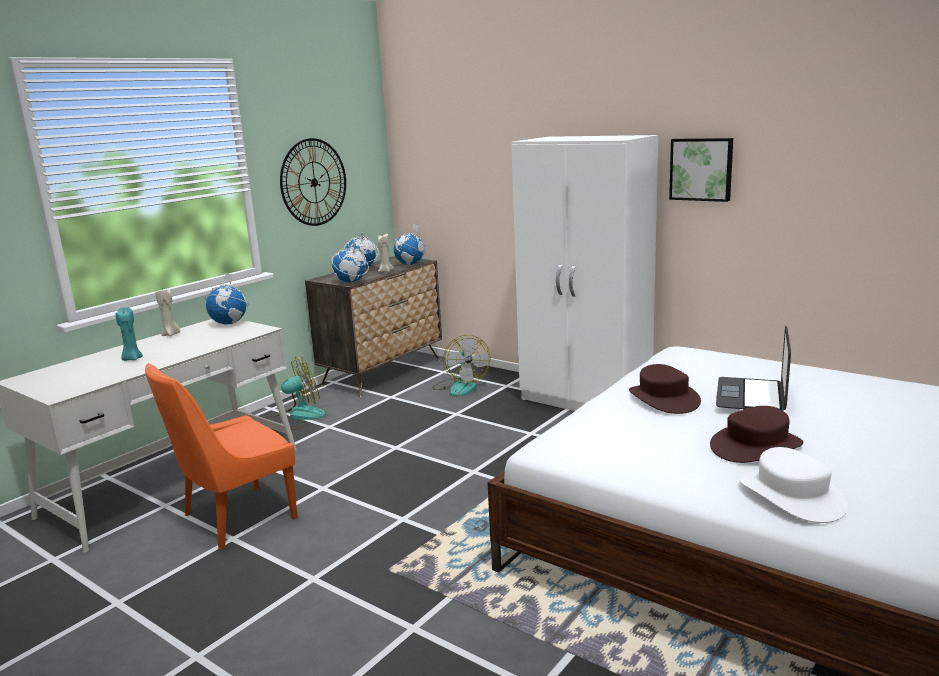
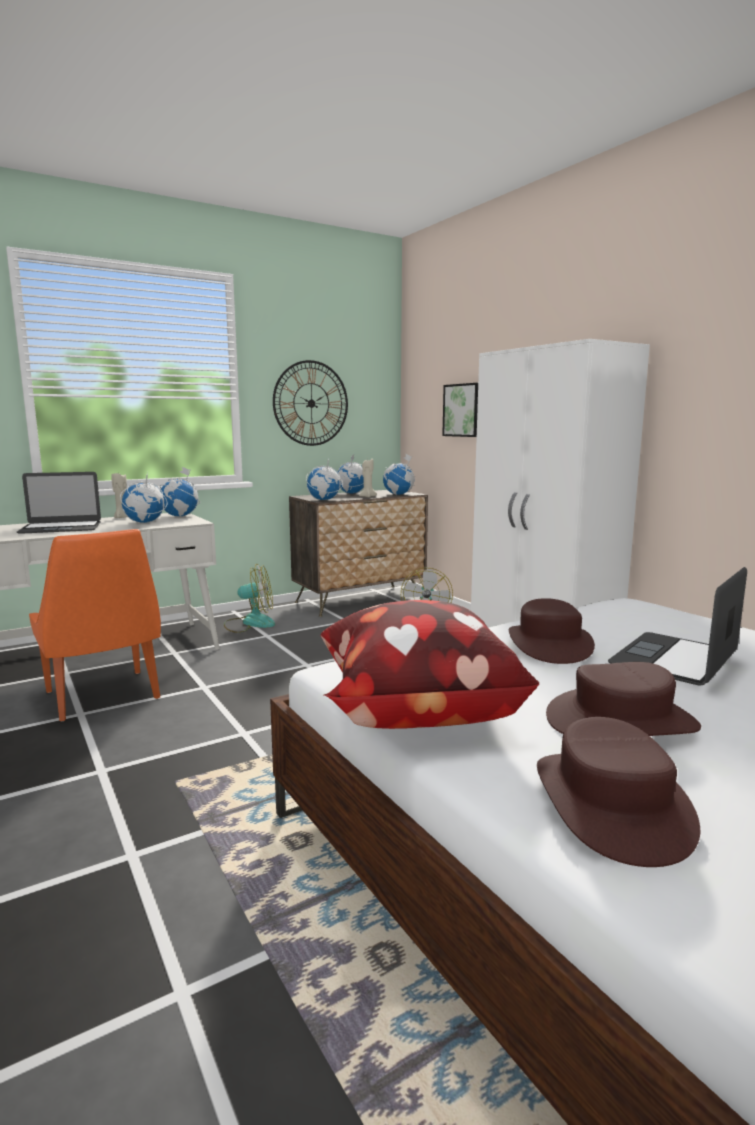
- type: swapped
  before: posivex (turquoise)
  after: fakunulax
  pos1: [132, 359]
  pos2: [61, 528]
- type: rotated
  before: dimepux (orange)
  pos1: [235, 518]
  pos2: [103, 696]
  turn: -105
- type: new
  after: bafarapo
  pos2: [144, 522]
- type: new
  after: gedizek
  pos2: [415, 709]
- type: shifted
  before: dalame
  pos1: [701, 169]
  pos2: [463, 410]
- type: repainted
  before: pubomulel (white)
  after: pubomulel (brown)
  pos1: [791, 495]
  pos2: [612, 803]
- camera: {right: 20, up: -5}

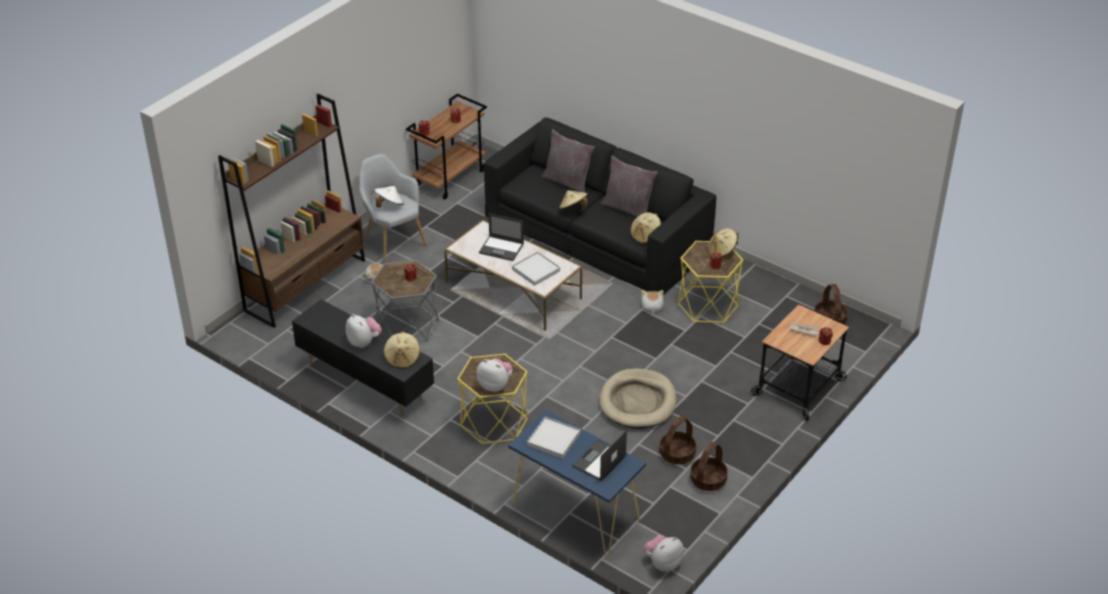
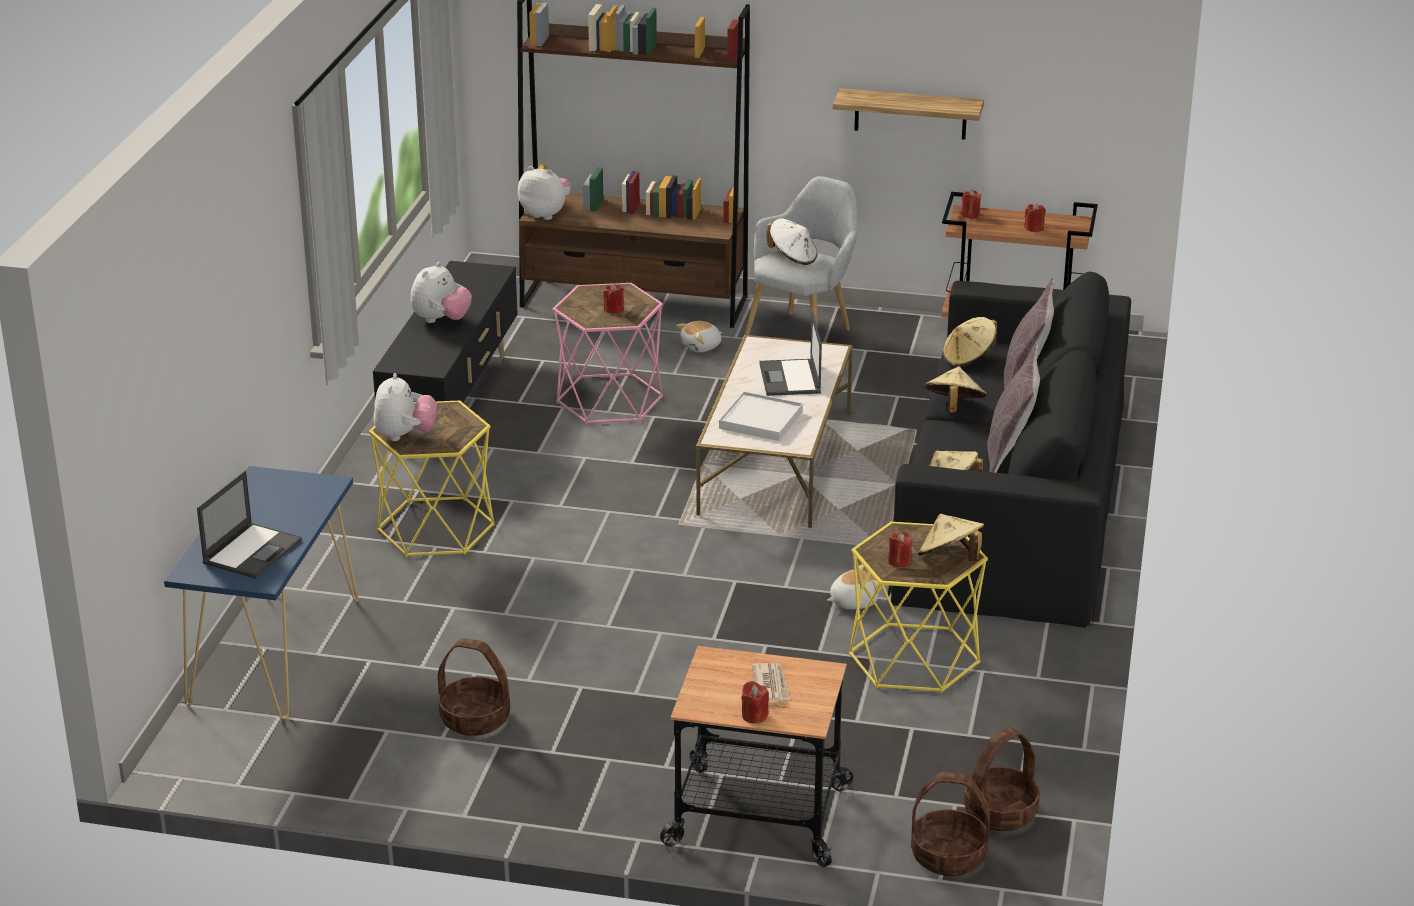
- type: rotated
  before: fakunulax
  pos1: [599, 461]
  pos2: [253, 551]
  turn: 105
- type: shifted
  before: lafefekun
  pos1: [663, 563]
  pos2: [546, 214]
- type: repainted
  before: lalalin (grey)
  after: lalalin (pink)
  pos1: [407, 325]
  pos2: [610, 400]
- type: new
  after: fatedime
  pos2: [910, 114]
- type: shifted
  before: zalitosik
  pos1: [708, 480]
  pos2: [948, 856]
- type: shifted
  before: pubomulel (beige)
  pos1: [402, 359]
  pos2: [968, 358]
- type: gone
  before: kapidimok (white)
  pos1: [553, 439]
- type: gone
  before: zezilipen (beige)
  pos1: [638, 402]
- camera: {right: 65, up: -10}

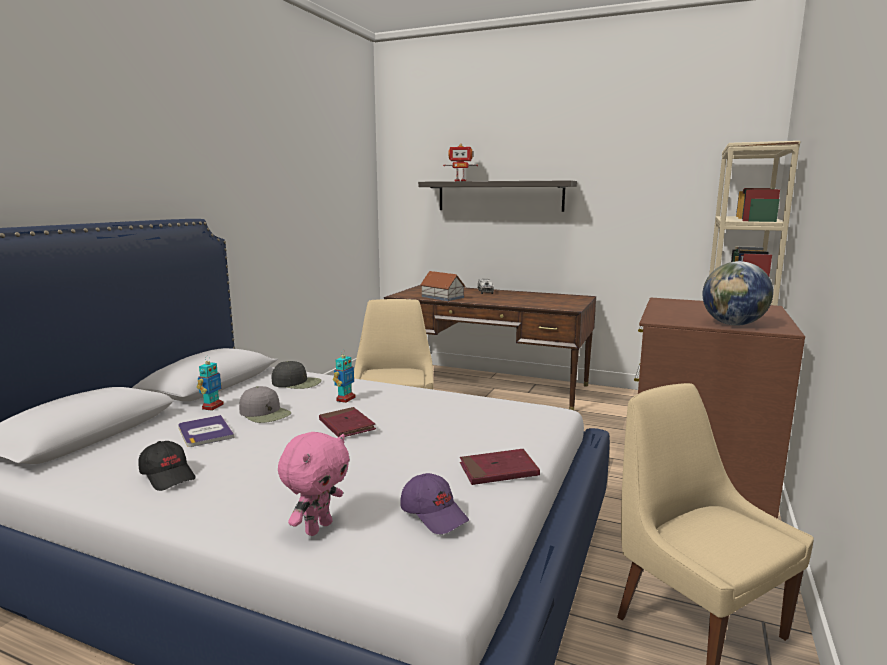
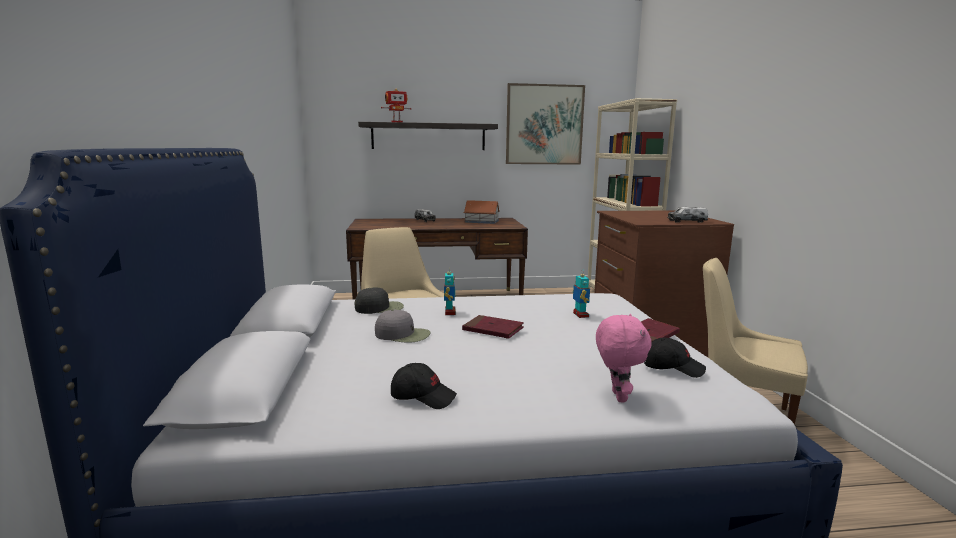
- type: shifted
  before: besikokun
  pos1: [442, 297]
  pos2: [482, 221]
- type: new
  after: dalame
  pos2: [544, 125]
- type: shifted
  before: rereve
  pos1: [212, 407]
  pos2: [580, 315]
- type: repainted
  before: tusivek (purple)
  after: tusivek (black)
  pos1: [434, 514]
  pos2: [672, 367]
- type: swapped
  before: bafarapo
  after: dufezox
  pos1: [733, 324]
  pos2: [687, 221]
- type: gone
  before: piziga
  pos1: [205, 432]
- camera: {right: -30, up: 0}

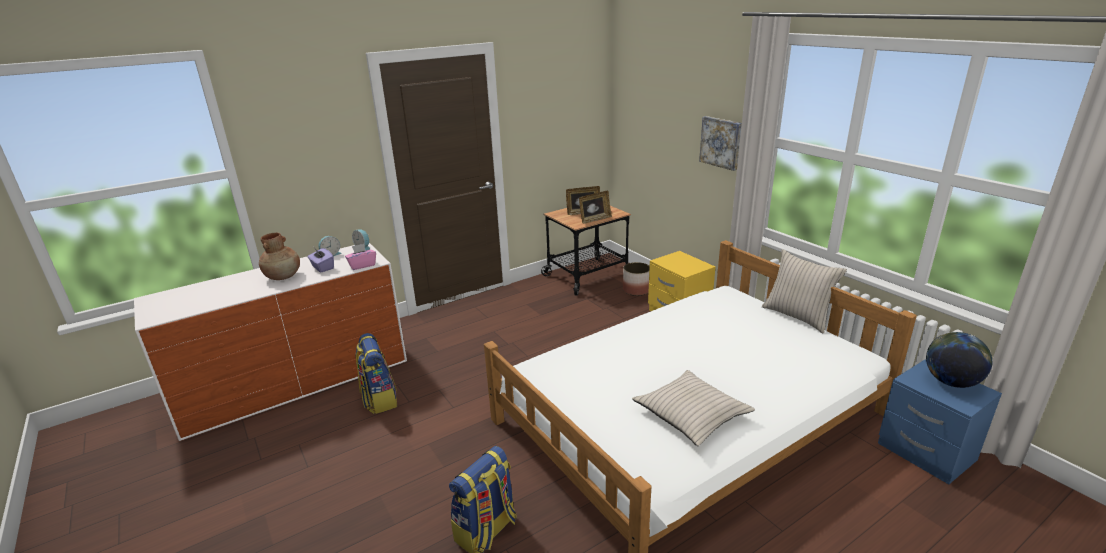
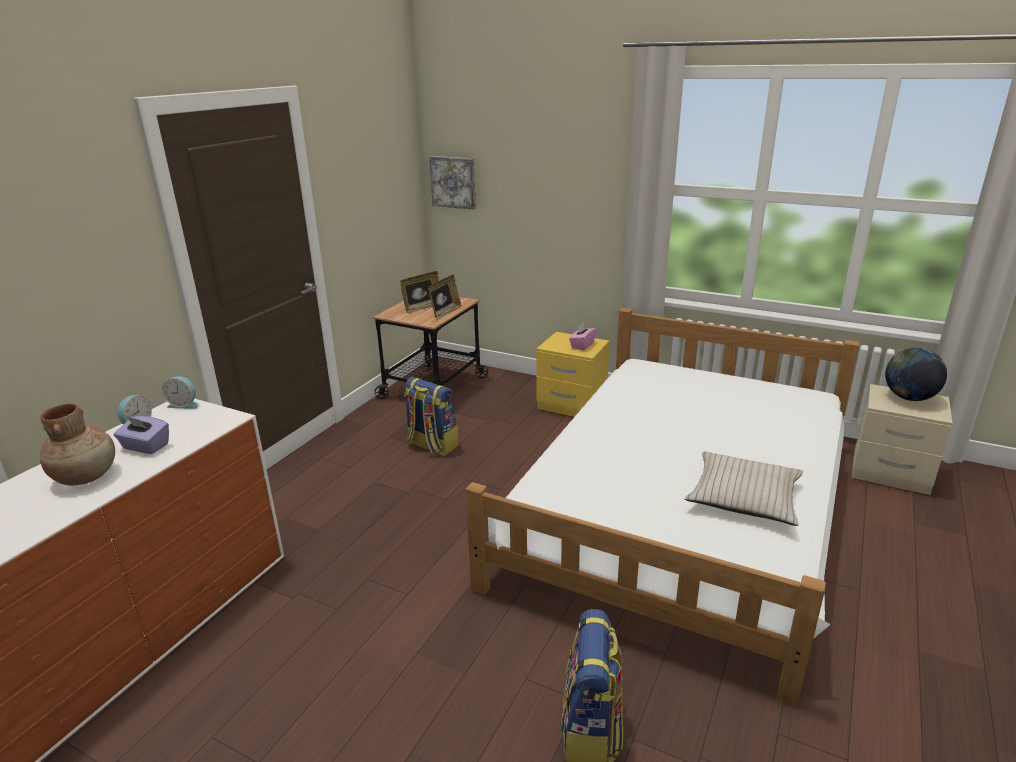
- type: shifted
  before: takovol
  pos1: [379, 399]
  pos2: [431, 445]
- type: shifted
  before: dalame
  pos1: [721, 142]
  pos2: [454, 182]
- type: shifted
  before: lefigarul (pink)
  pos1: [362, 265]
  pos2: [582, 345]
- type: repainted
  before: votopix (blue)
  after: votopix (beige)
  pos1: [925, 452]
  pos2: [890, 473]
- type: gone
  before: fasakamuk
  pos1: [636, 290]
- type: gone
  before: gedizek (beige)
  pos1: [797, 316]
- camera: {right: -30, up: 0}

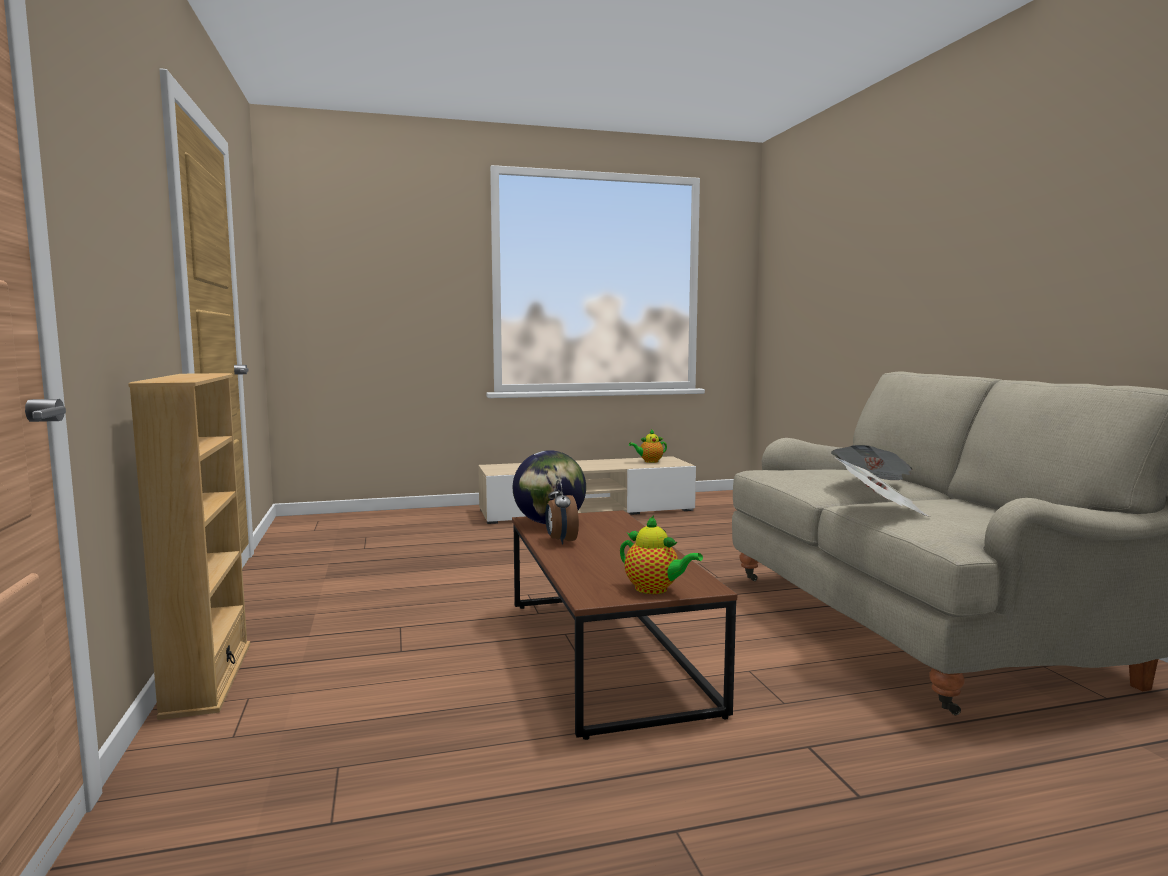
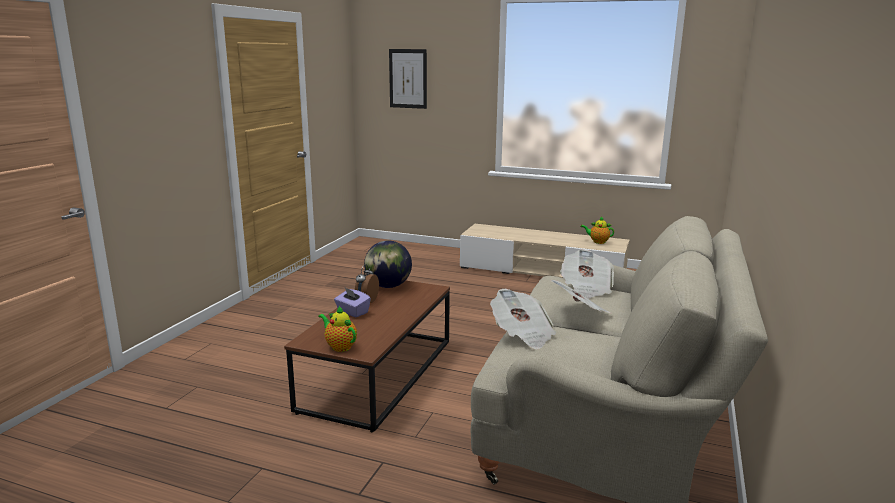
- type: rotated
  before: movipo
  pos1: [655, 589]
  pos2: [339, 346]
  turn: 150
- type: new
  after: lefigarul (purple)
  pos2: [352, 312]
- type: new
  after: dalame
  pos2: [408, 78]
- type: new
  after: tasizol
  pos2: [586, 288]
- type: gone
  before: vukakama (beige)
  pos1: [208, 678]
- camera: {right: 35, up: 10}

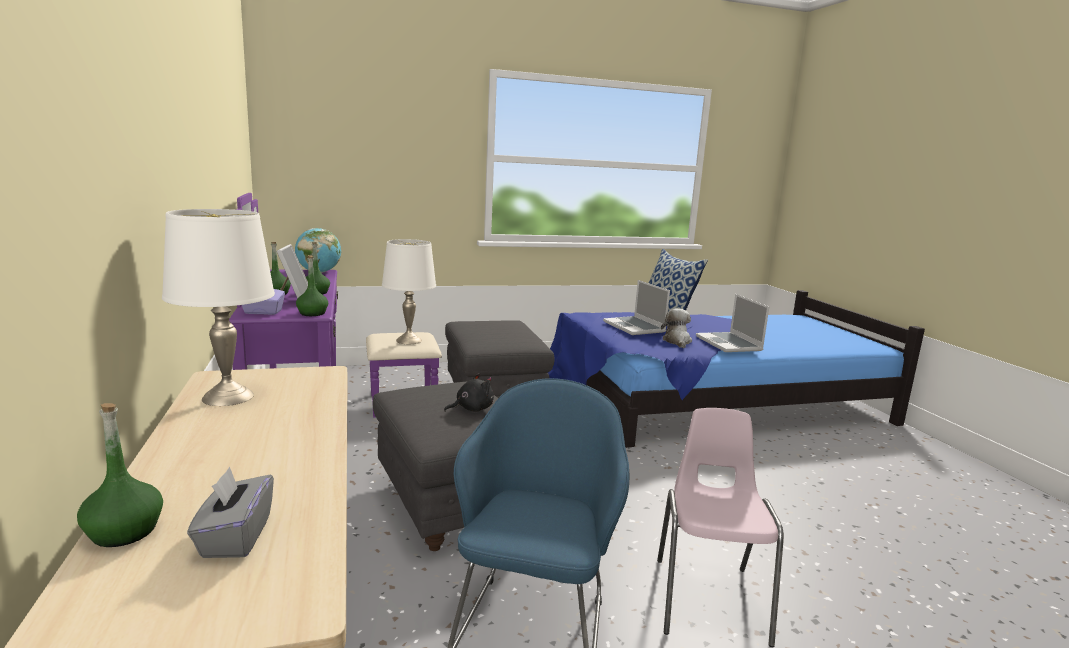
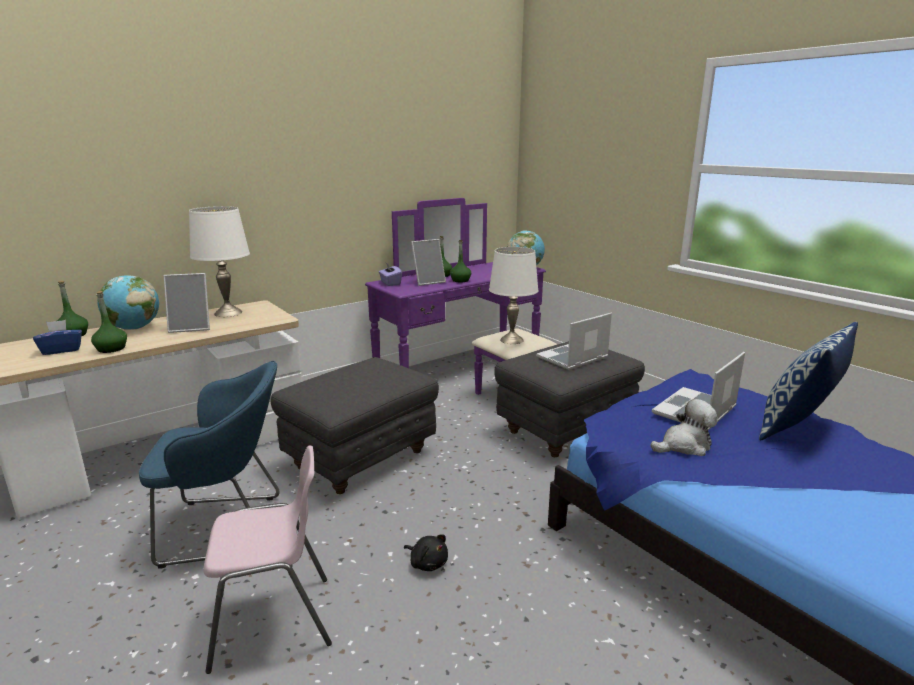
- type: repainted
  before: lefigarul (grey)
  after: lefigarul (blue)
  pos1: [235, 537]
  pos2: [62, 350]
- type: shifted
  before: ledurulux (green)
  pos1: [312, 313]
  pos2: [111, 349]
- type: new
  after: bafarapo
  pos2: [133, 328]
- type: new
  after: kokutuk
  pos2: [192, 327]
- type: shifted
  before: lafefekun (black)
  pos1: [471, 409]
  pos2: [427, 563]
- type: shifted
  before: fakunulax
  pos1: [729, 344]
  pos2: [572, 358]
- camera: {right: 70, up: 5}

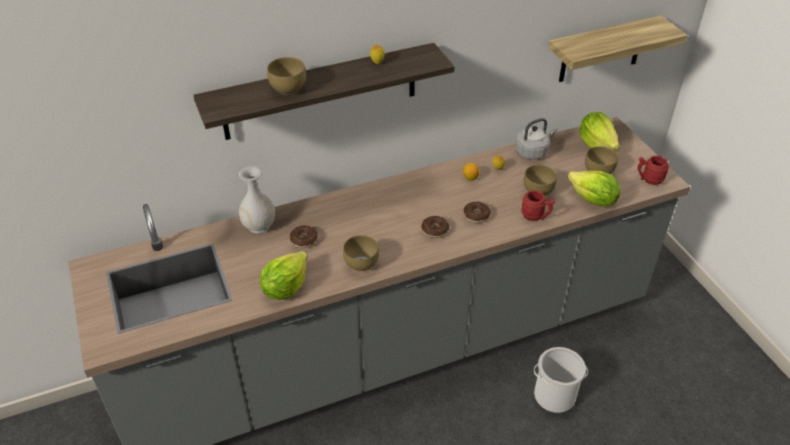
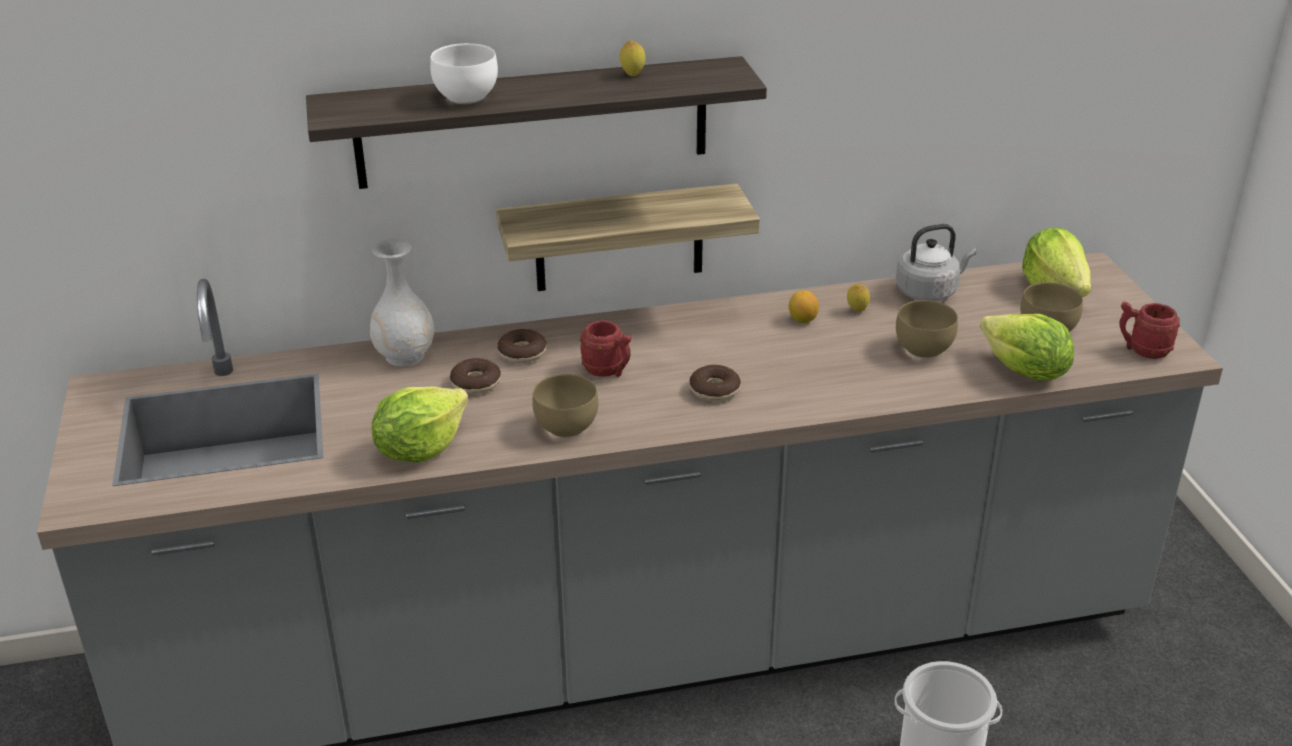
- type: repainted
  before: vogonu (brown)
  after: vogonu (white)
  pos1: [287, 88]
  pos2: [464, 97]
- type: shifted
  before: fatedime
  pos1: [601, 50]
  pos2: [619, 238]
- type: shifted
  before: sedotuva
  pos1: [476, 215]
  pos2: [522, 353]
- type: shifted
  before: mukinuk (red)
  pos1: [536, 216]
  pos2: [608, 371]
- camera: {right: 10, up: -10}

